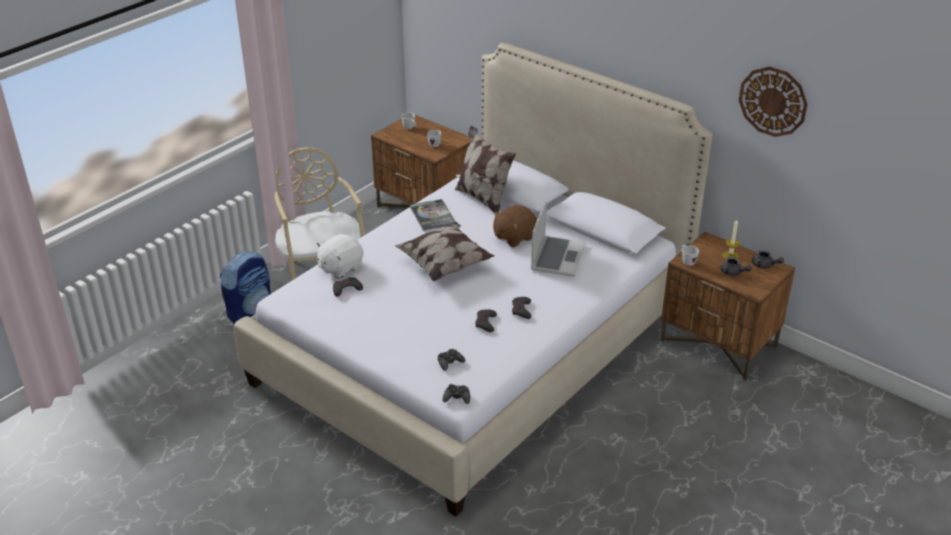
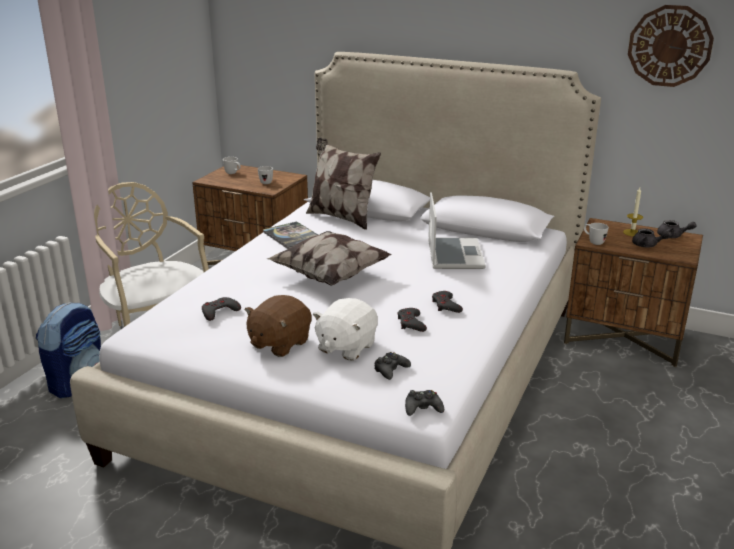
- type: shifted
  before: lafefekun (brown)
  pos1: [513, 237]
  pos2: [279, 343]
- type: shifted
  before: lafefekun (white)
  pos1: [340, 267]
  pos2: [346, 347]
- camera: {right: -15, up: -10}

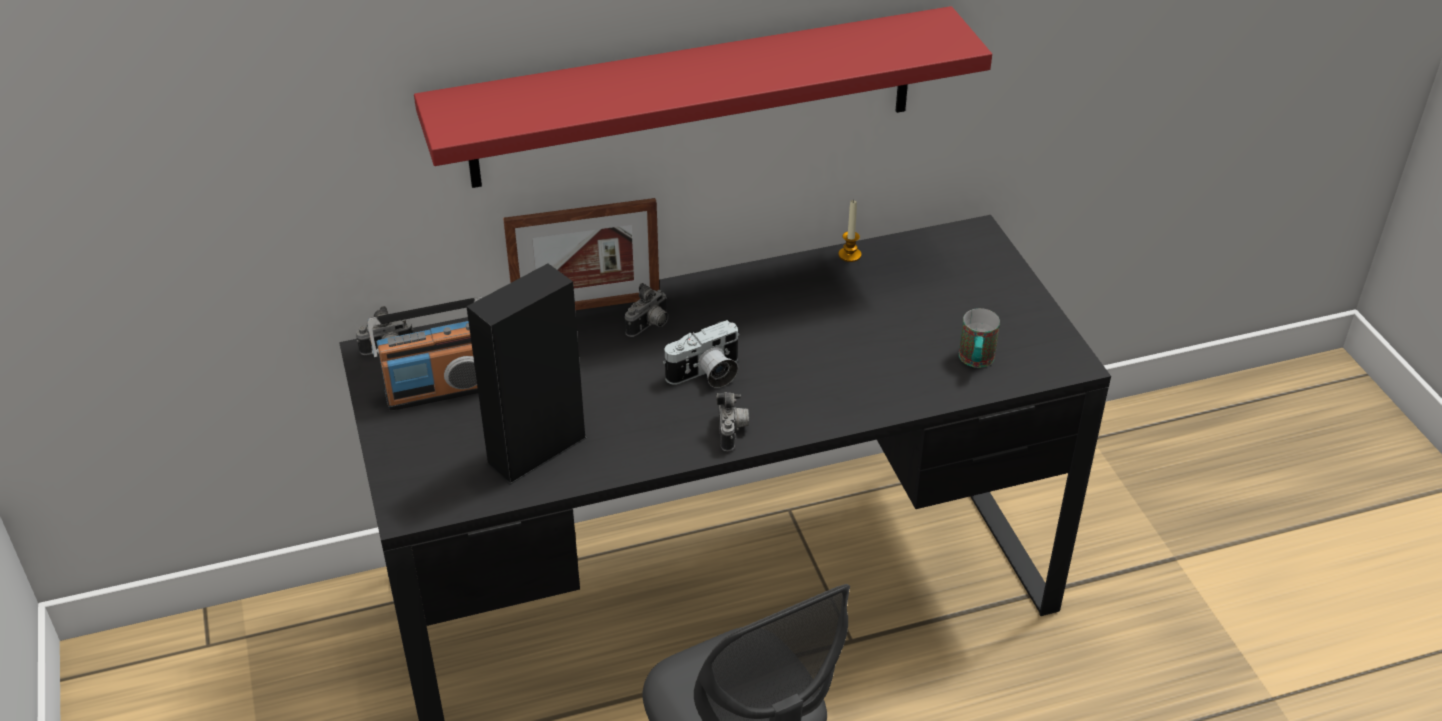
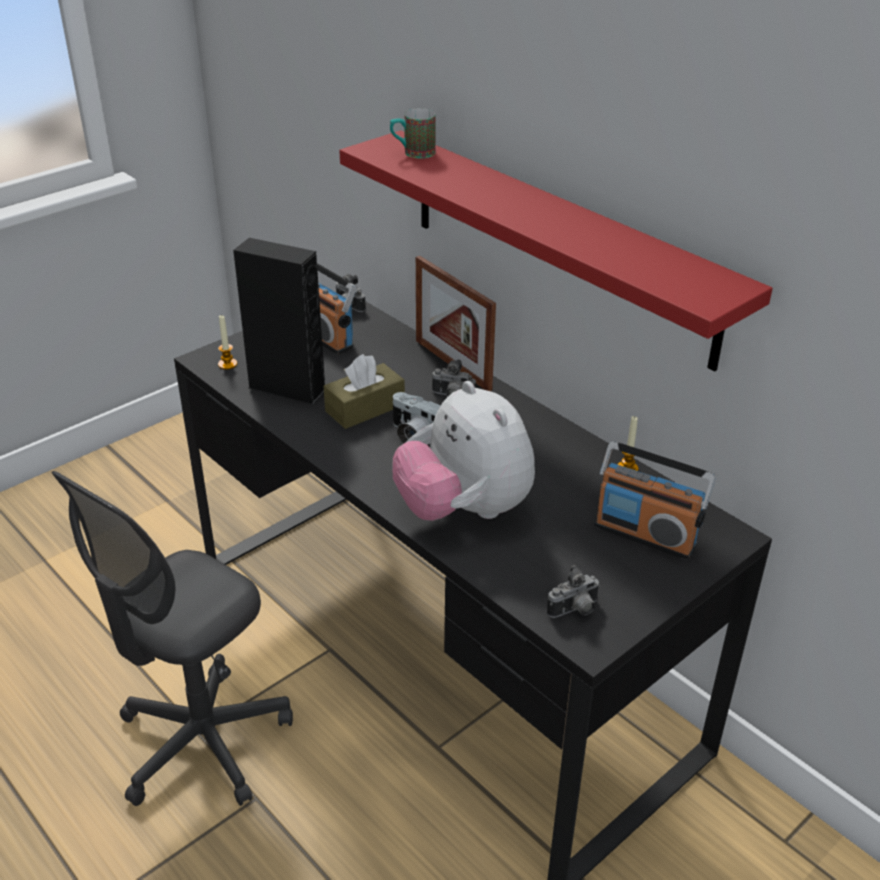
- type: new
  after: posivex
  pos2: [227, 364]
- type: new
  after: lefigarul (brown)
  pos2: [365, 408]
- type: shifted
  before: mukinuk
  pos1: [975, 361]
  pos2: [412, 153]
- type: new
  after: lafefekun
  pos2: [464, 510]
- type: shifted
  before: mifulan
  pos1: [732, 432]
  pos2: [575, 611]
- type: new
  after: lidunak
  pos2: [645, 535]
- camera: {right: 65, up: -5}

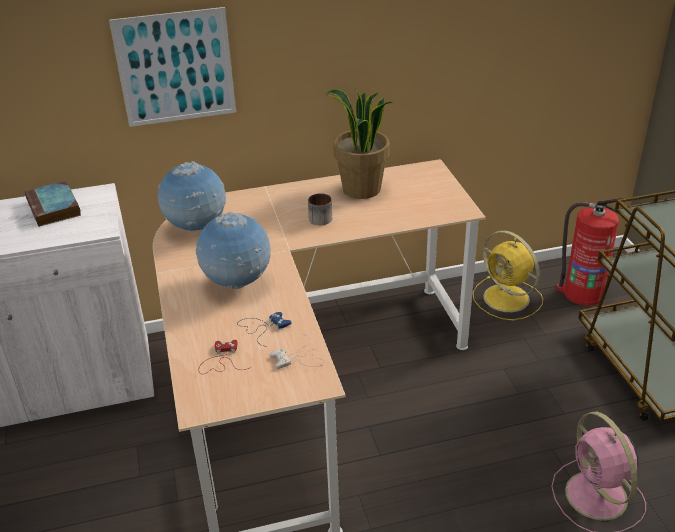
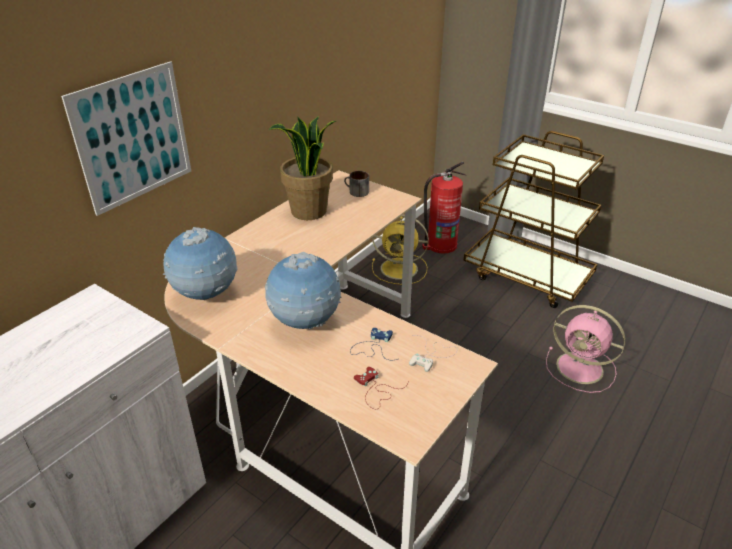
- type: shifted
  before: mukinuk
  pos1: [318, 218]
  pos2: [356, 192]
- type: gone
  before: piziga
  pos1: [54, 208]
- camera: {right: -40, up: 0}

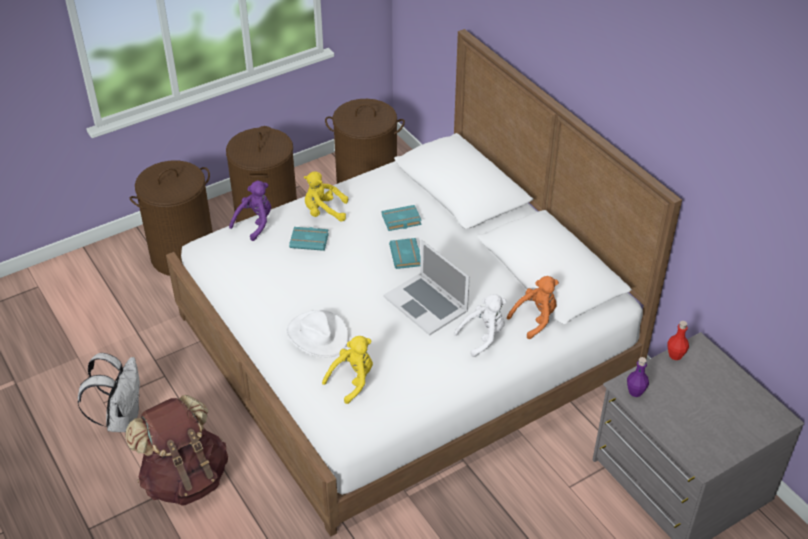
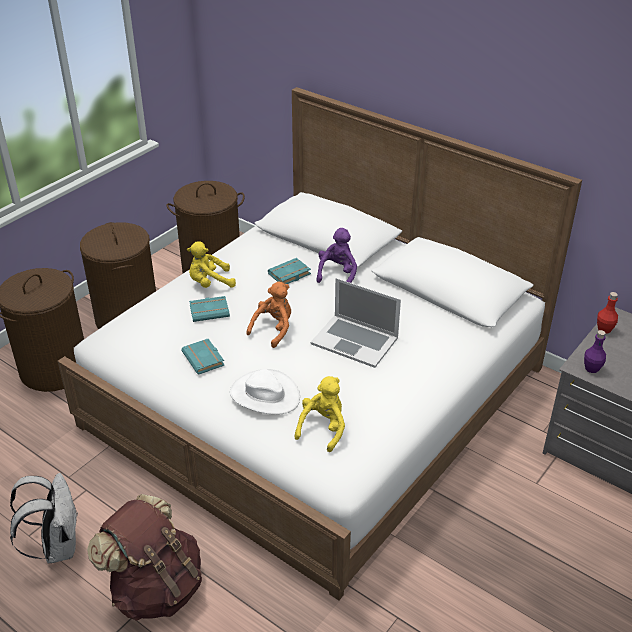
- type: shifted
  before: piziga (turquoise)
  pos1: [407, 256]
  pos2: [205, 359]
- type: shifted
  before: lafefekun (orange)
  pos1: [535, 319]
  pos2: [274, 329]
- type: shifted
  before: lafefekun (purple)
  pos1: [255, 223]
  pos2: [337, 274]
- type: gone
  before: lafefekun (white)
  pos1: [483, 337]
- camera: {right: -20, up: -5}

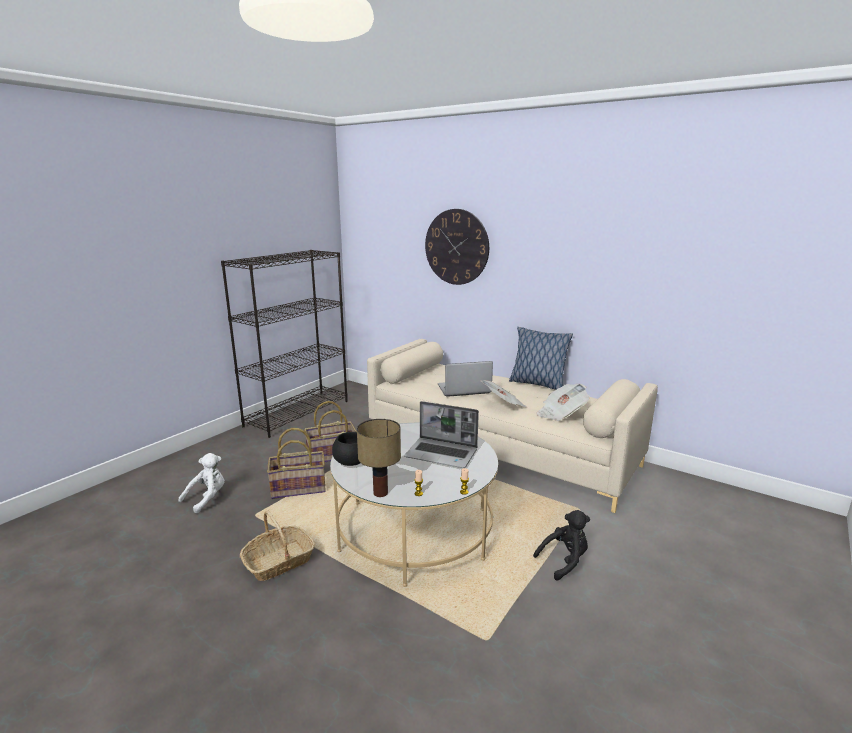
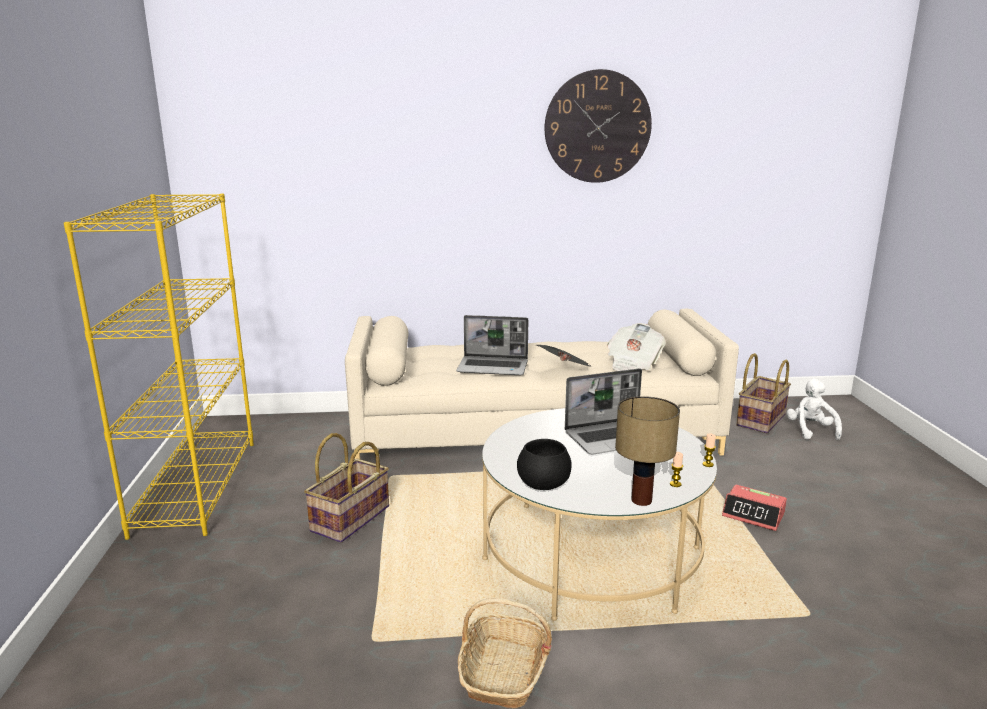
- type: repainted
  before: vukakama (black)
  after: vukakama (yellow)
  pos1: [298, 413]
  pos2: [196, 485]
- type: rotated
  before: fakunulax
  pos1: [463, 390]
  pos2: [493, 367]
  turn: -120
- type: shifted
  before: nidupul
  pos1: [456, 247]
  pos2: [597, 127]
- type: swapped
  before: lafefekun (black)
  after: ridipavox
  pos1: [564, 561]
  pos2: [754, 514]
- type: shifted
  before: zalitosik
  pos1: [299, 488]
  pos2: [760, 419]
- type: shifted
  before: lafefekun (white)
  pos1: [207, 498]
  pos2: [810, 430]
- type: gone
  before: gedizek
  pos1: [537, 384]
- camera: {right: -40, up: 0}

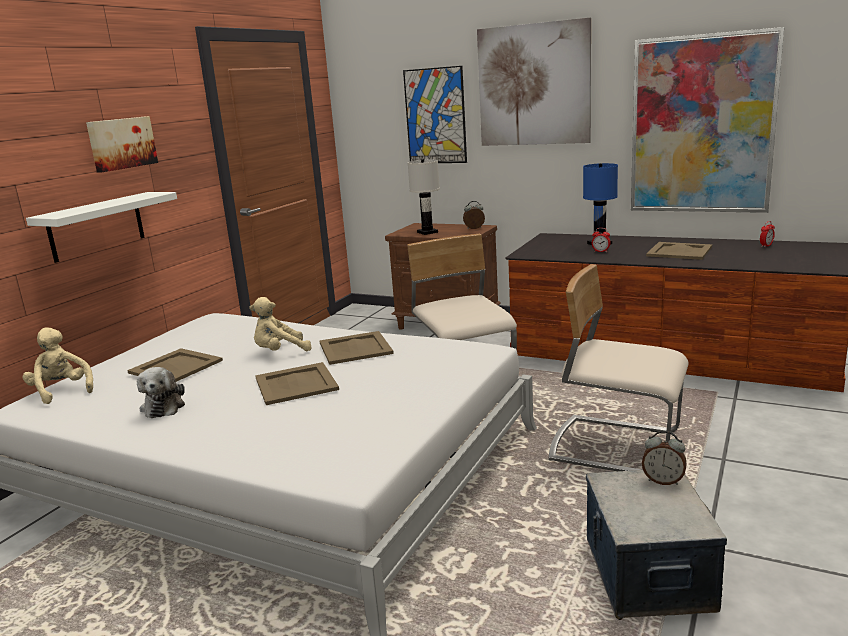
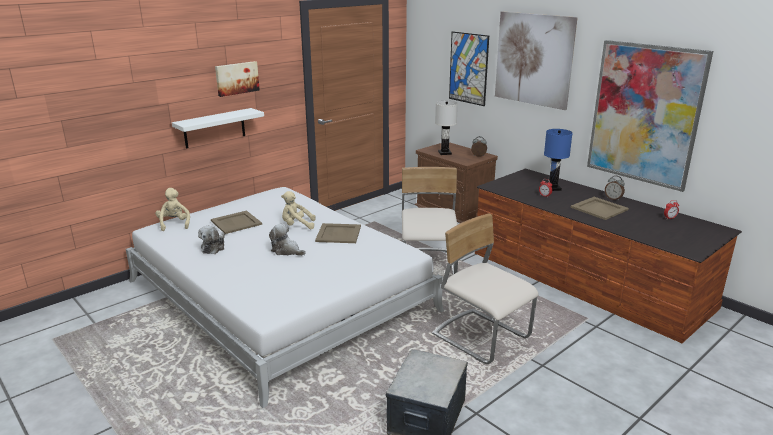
- type: swapped
  before: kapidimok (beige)
  after: lafefekun
  pos1: [297, 384]
  pos2: [286, 251]
- type: shifted
  before: ridipavox
  pos1: [663, 481]
  pos2: [613, 198]
- camera: {right: 20, up: 5}

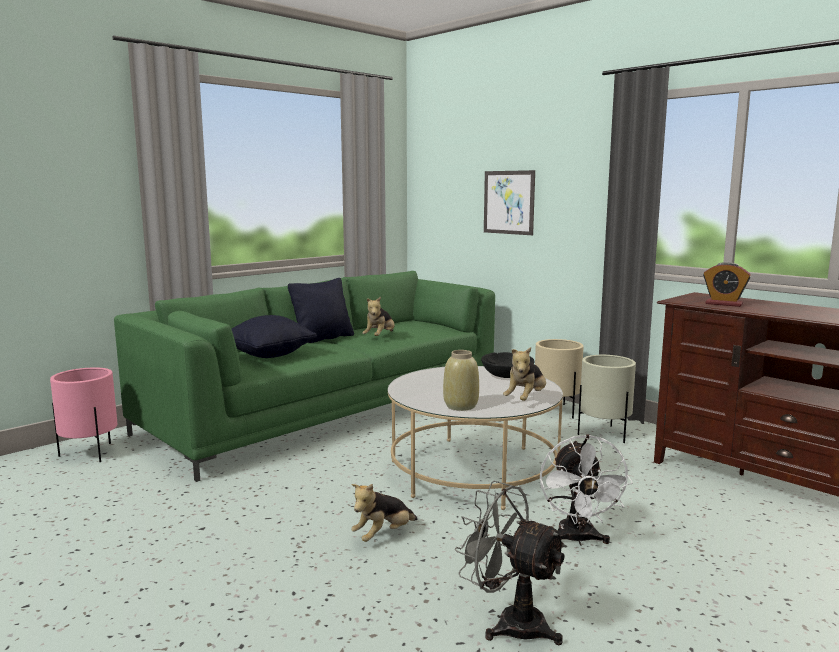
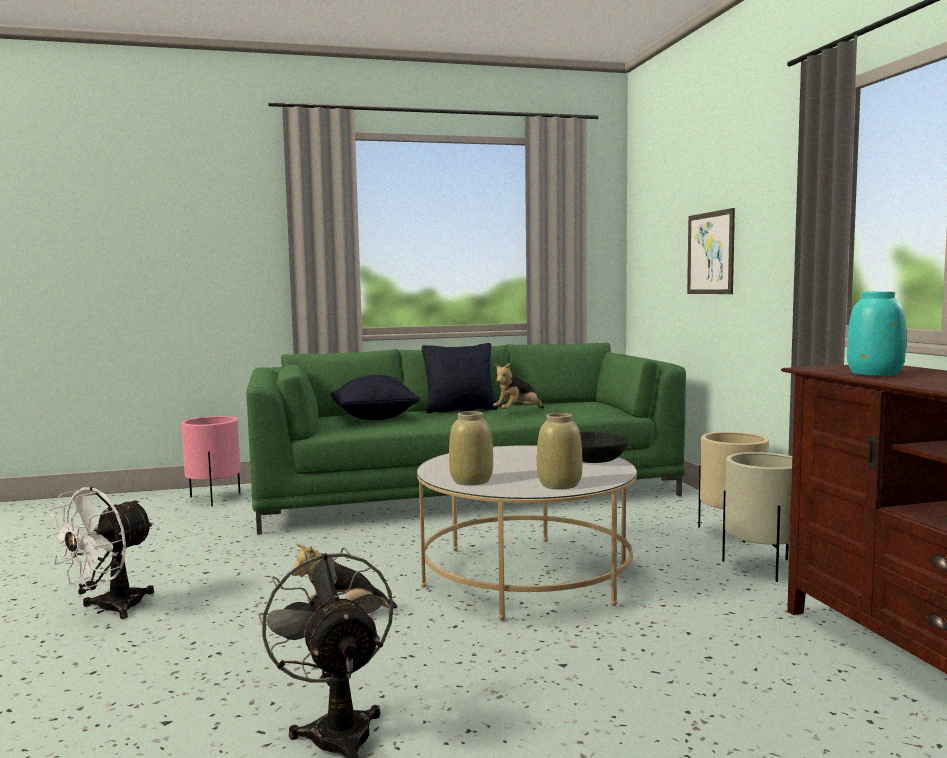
- type: shifted
  before: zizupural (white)
  pos1: [578, 540]
  pos2: [109, 609]
- type: swapped
  before: lafefekun
  after: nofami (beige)
  pos1: [526, 399]
  pos2: [560, 484]
- type: swapped
  before: ridipavox
  after: nofami (turquoise)
  pos1: [724, 304]
  pos2: [875, 373]
- camera: {right: 30, up: -5}

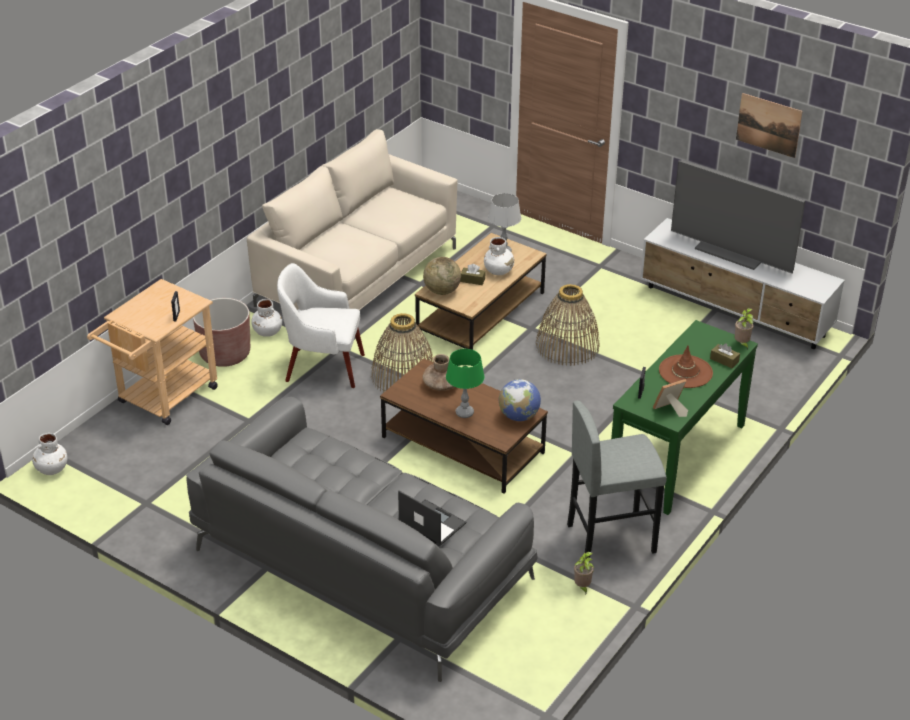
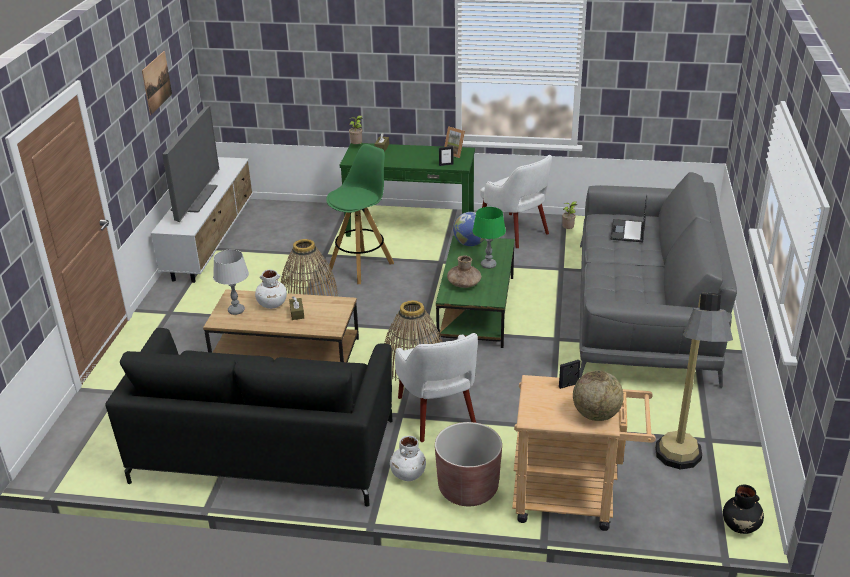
- type: repainted
  before: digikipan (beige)
  after: digikipan (black)
  pos1: [357, 276]
  pos2: [264, 450]
- type: new
  after: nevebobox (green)
  pos2: [361, 266]
- type: repainted
  before: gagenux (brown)
  after: gagenux (green)
  pos1: [462, 445]
  pos2: [477, 308]
- type: swapped
  before: nevebobox (grey)
  after: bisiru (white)
  pos1: [610, 538]
  pos2: [515, 231]
- type: shifted
  before: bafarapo
  pos1: [442, 291]
  pos2: [596, 415]
- type: new
  after: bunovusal
  pos2: [680, 468]
- type: repainted
  before: nofami (white)
  after: nofami (black)
  pos1: [51, 469]
  pos2: [741, 526]
- type: gone
  before: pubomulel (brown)
  pos1: [685, 372]
- camera: {right: -115, up: -5}

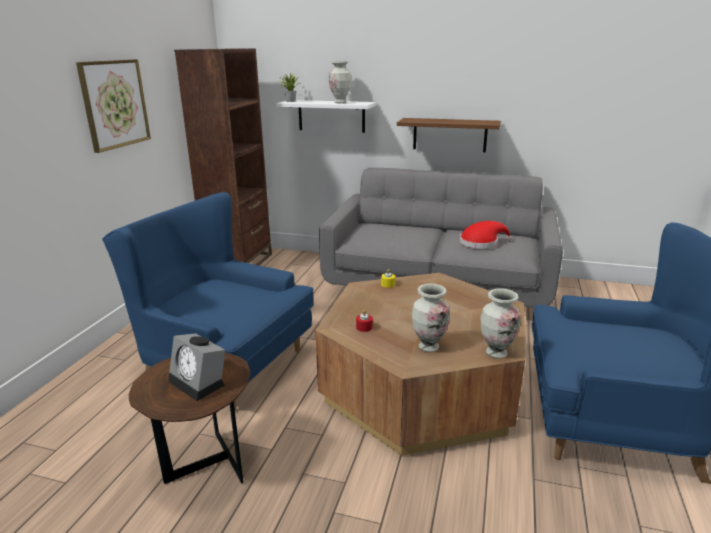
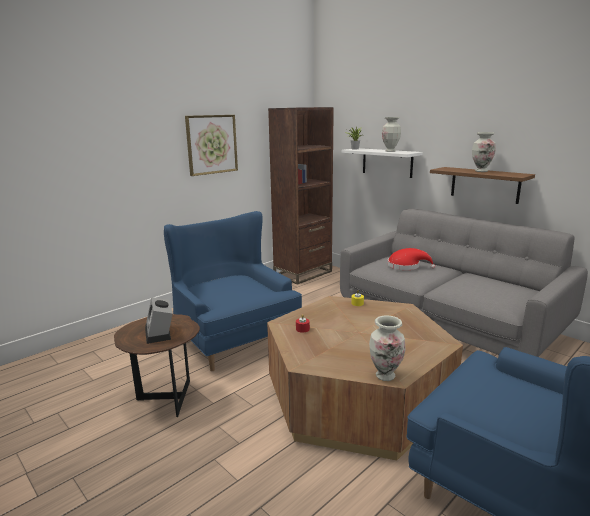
- type: shifted
  before: pubomulel (red)
  pos1: [481, 243]
  pos2: [406, 266]
- type: shifted
  before: nofami
  pos1: [428, 347]
  pos2: [481, 171]
- camera: {right: 30, up: -5}

